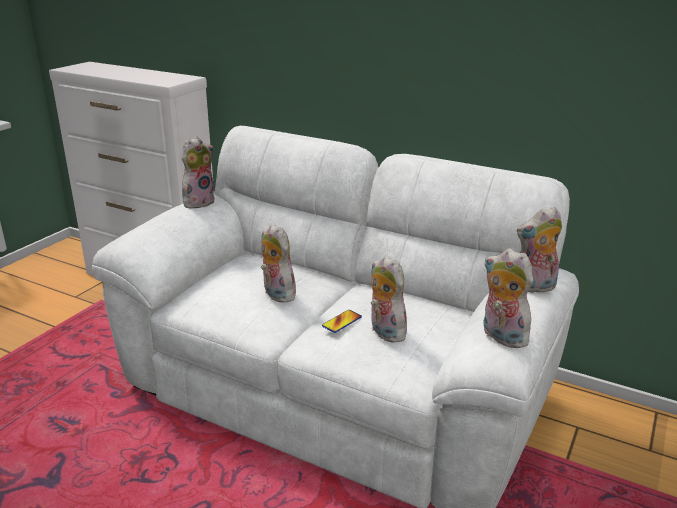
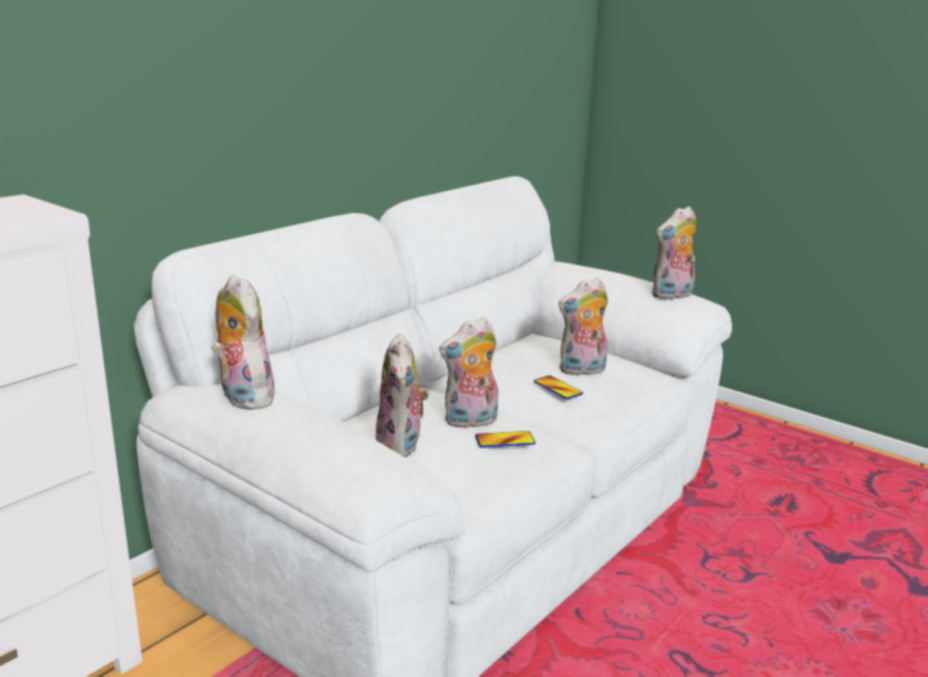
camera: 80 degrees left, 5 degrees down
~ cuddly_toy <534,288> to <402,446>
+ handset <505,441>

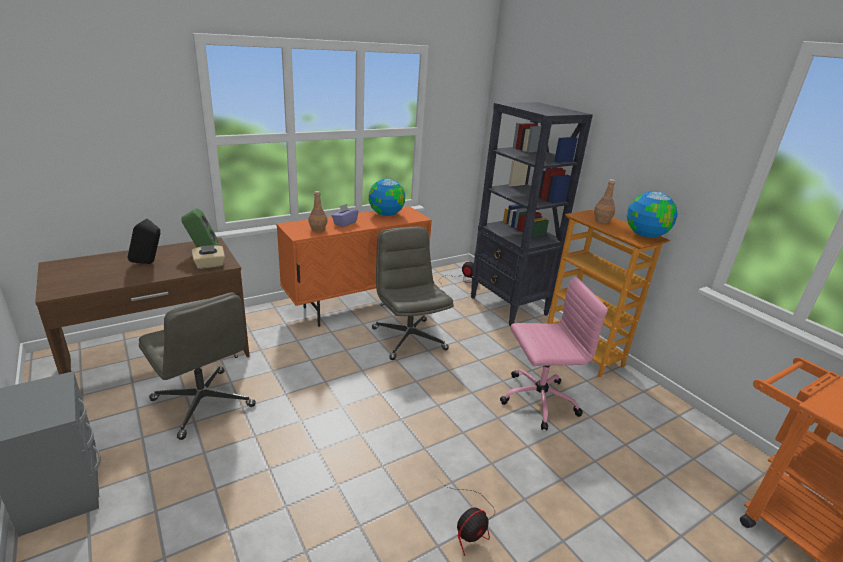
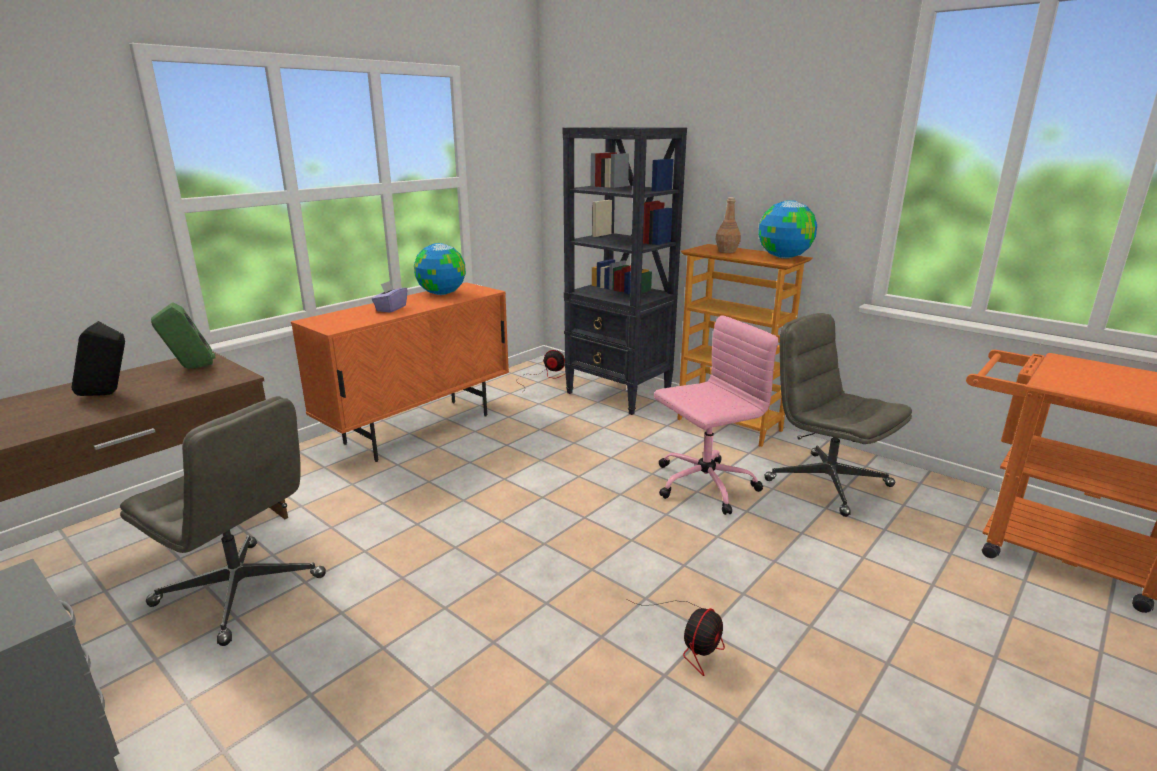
camera: 15 degrees left, 5 degrees down
- brown_drink_bottle <317,229>
~ gray_office_chair <408,338> to <826,482>
- beige-coloured_tissue_box <209,265>

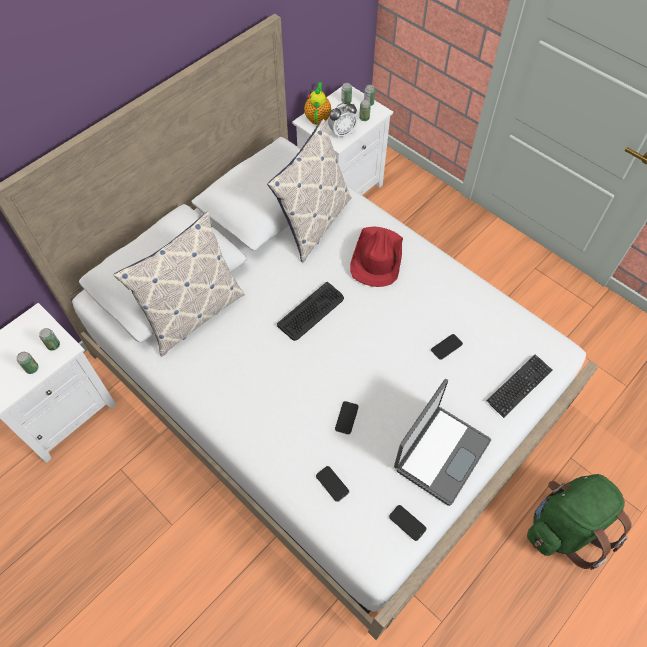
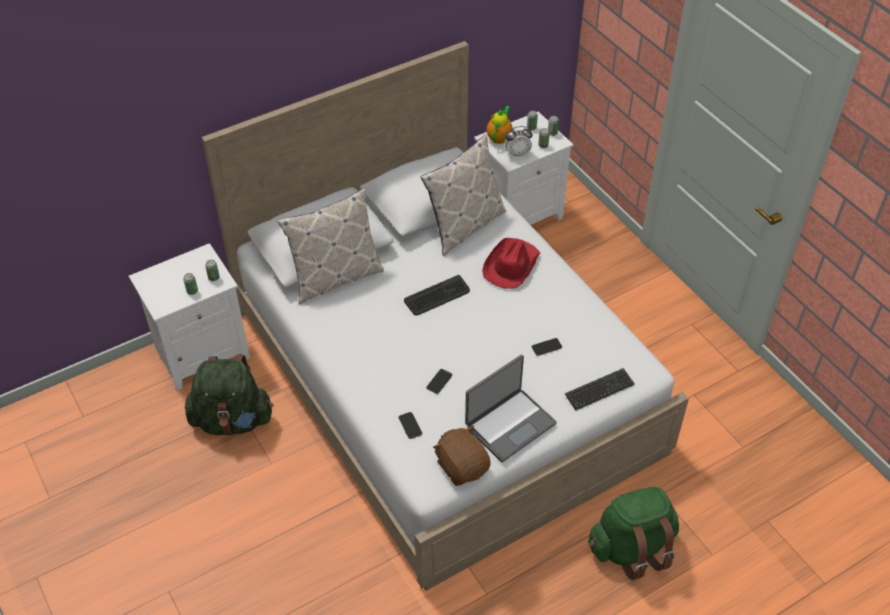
camera: 15 degrees right, 10 degrees down
~ handset <407,523> to brown_cuddly_toy <462,466>
+ green-coloured_rucksack <232,420>

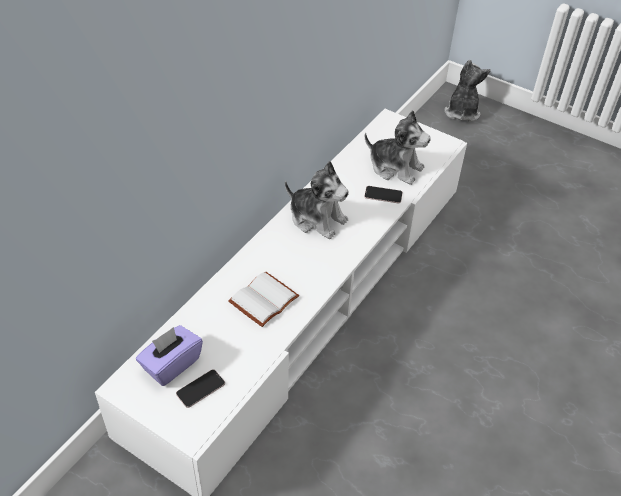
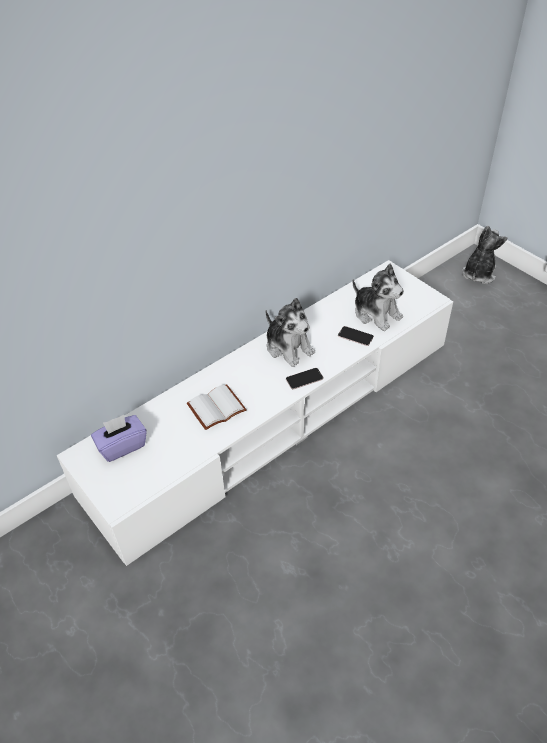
camera: 20 degrees right, 0 degrees up
~ handset <200,389> to <304,379>

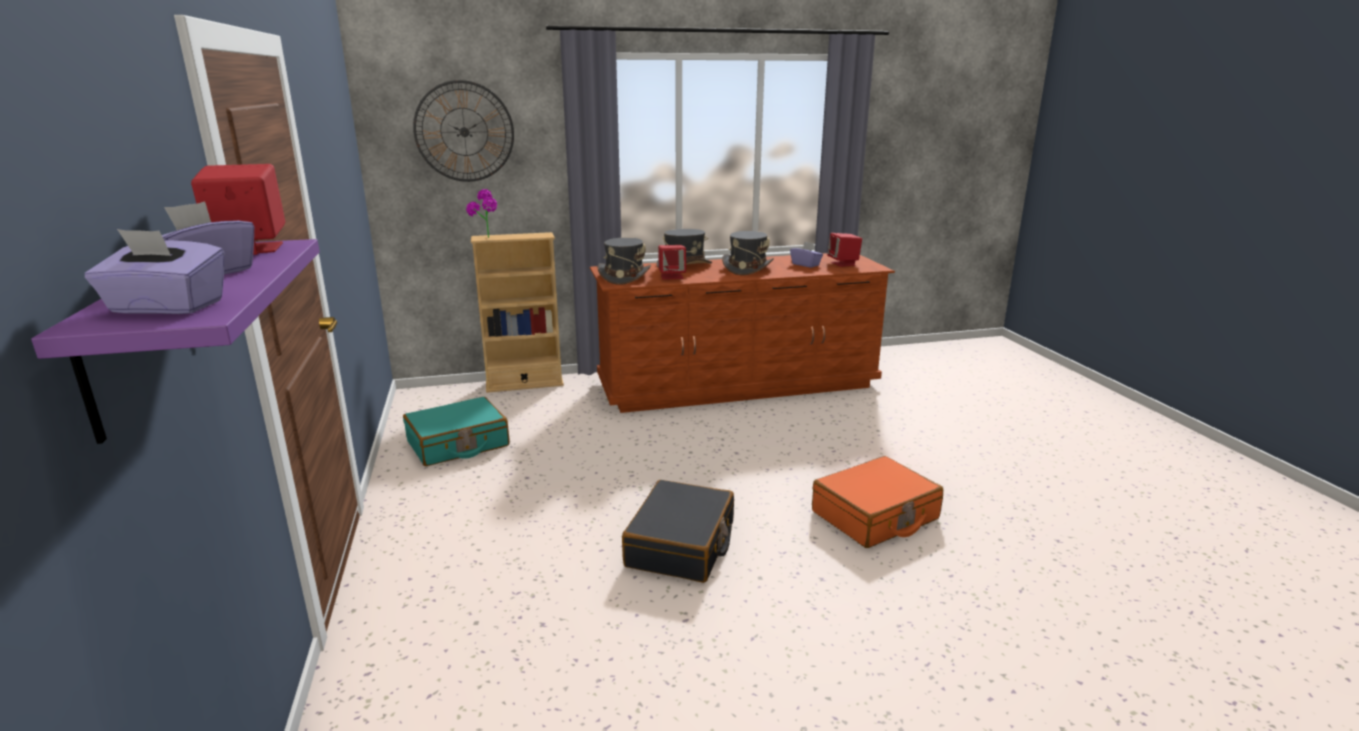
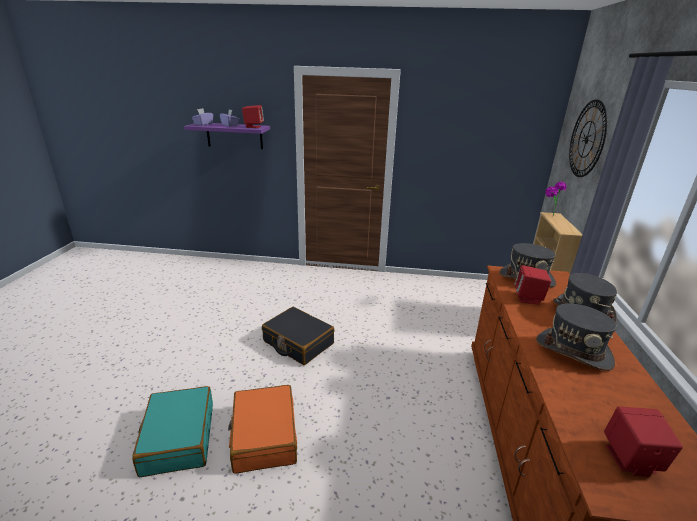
camera: 110 degrees right, 5 degrees up
- purple-coloured_tissue_box <806,264>
~ blue-green_piece_of_luggage <458,444> to <178,438>

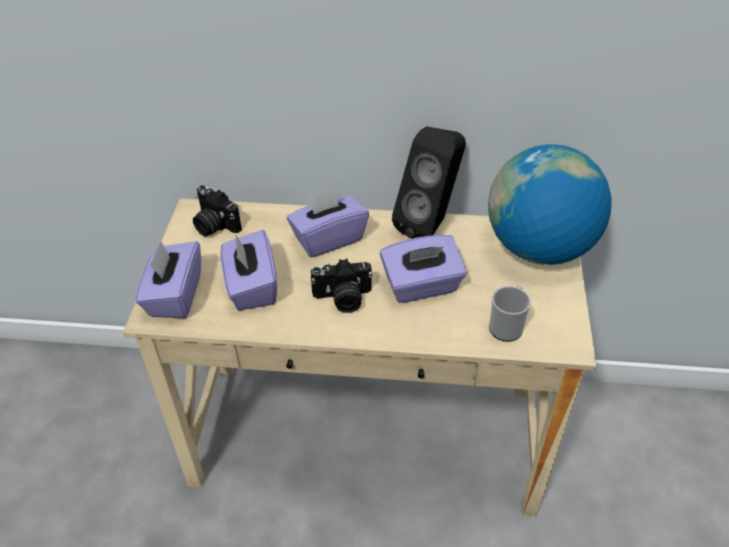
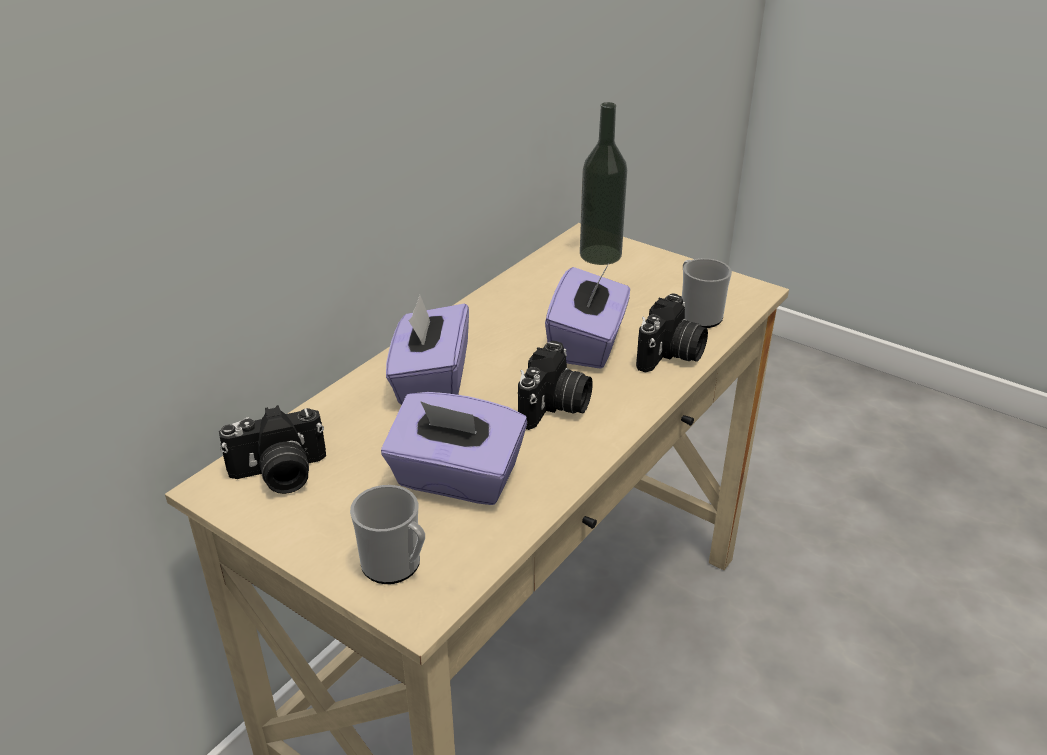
camera: 60 degrees left, 10 degrees down
- black-coloured_loudspeaker <430,225>
~ globe <539,248> to drink_bottle <600,255>
~ purple-coloured_tissue_box <174,296> to coffee_mug <396,566>
+ still_camera <671,355>

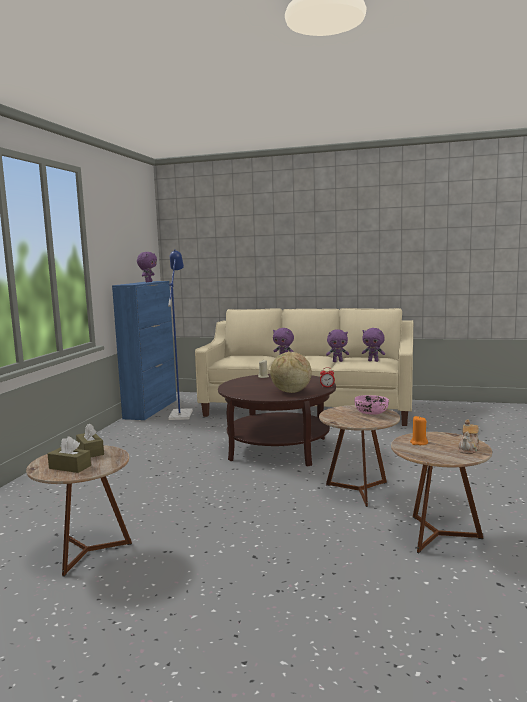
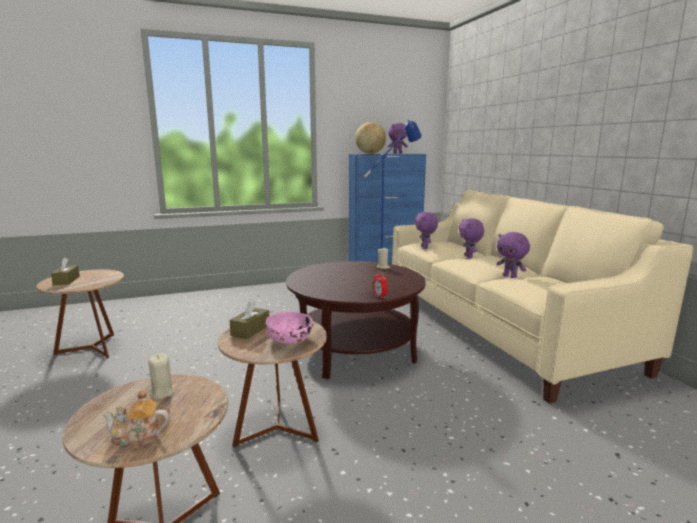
camera: 55 degrees right, 5 degrees up
~ purple-coloured_cuddly_toy <373,361> to <425,248>
~ globe <291,392> to <370,153>
~ orangey_candle <418,443> to beige-coloured_candle <162,392>
~ brown_tissue_box <90,451> to <250,330>

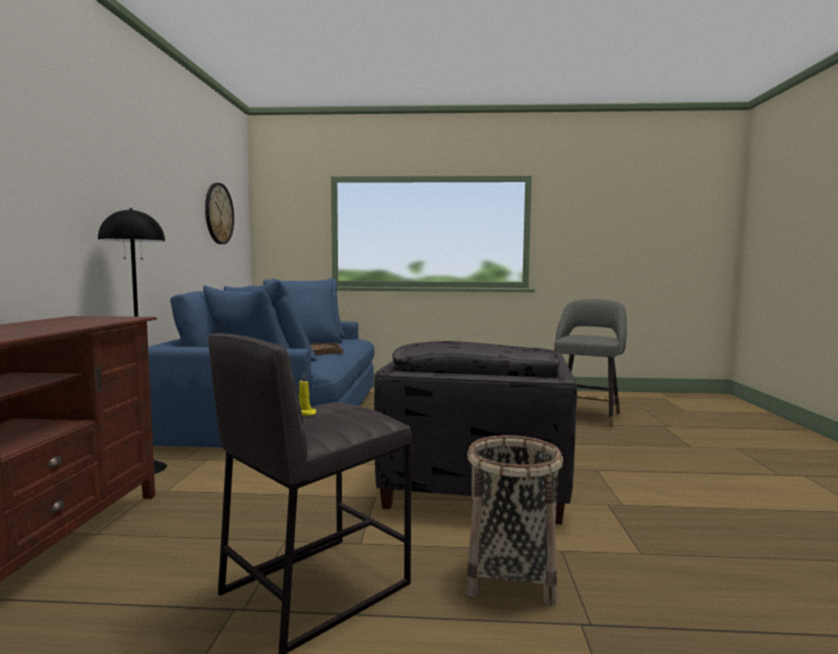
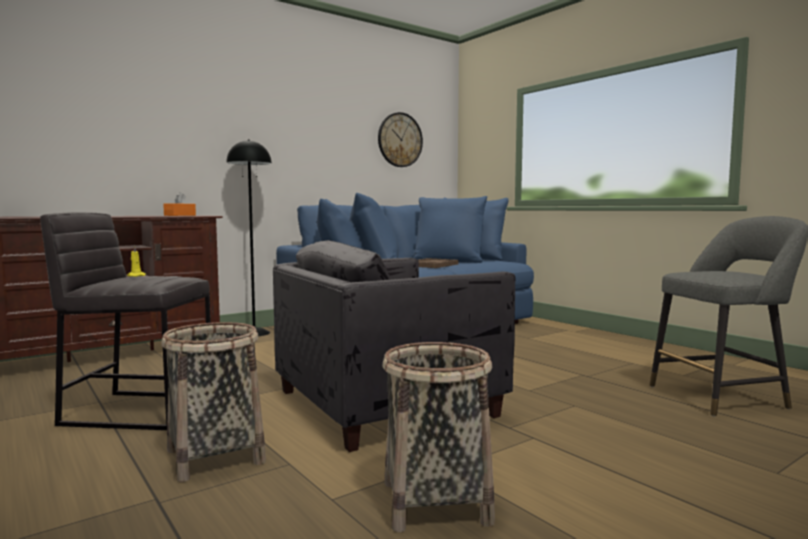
camera: 50 degrees right, 0 degrees up
+ orangey_tissue_box <180,215>
+ household_basket <435,502>

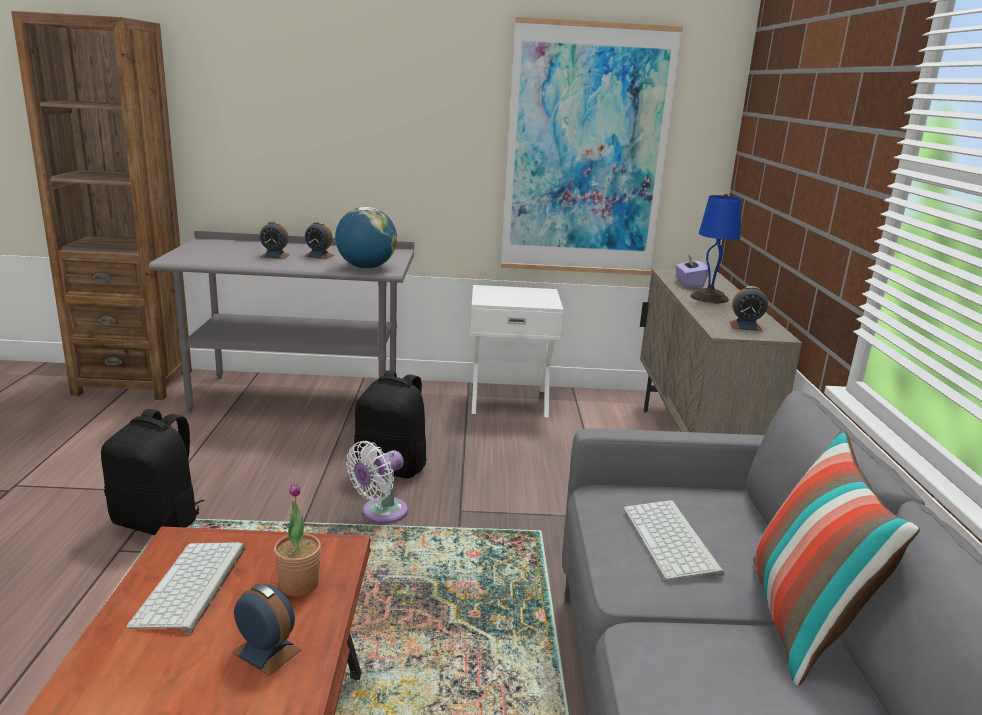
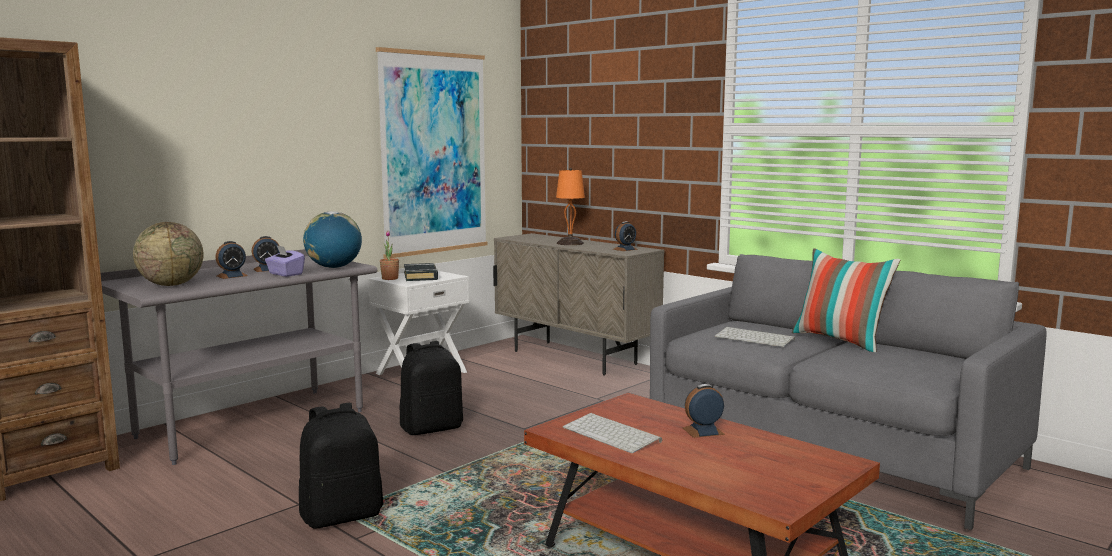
camera: 45 degrees left, 10 degrees down
~ bluish_table_lamp <708,298> to orangey_table_lamp <569,243>
~ purple-coloured_tissue_box <689,283> to <285,274>
- white-coloured_electric_fan <380,513>
~ potted_plant <299,585> to <390,278>
+ globe <171,285>
+ black-coloured_book <421,276>

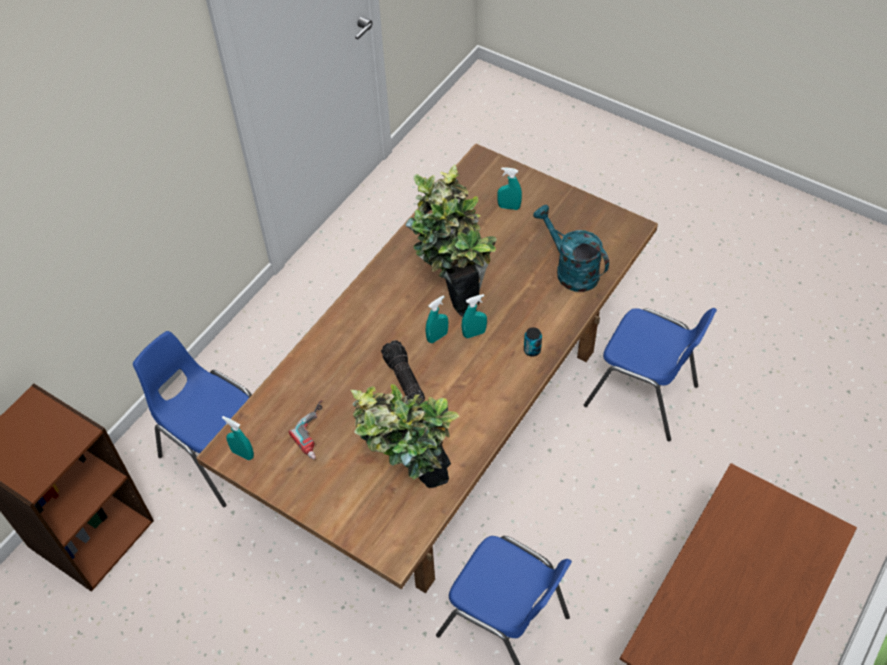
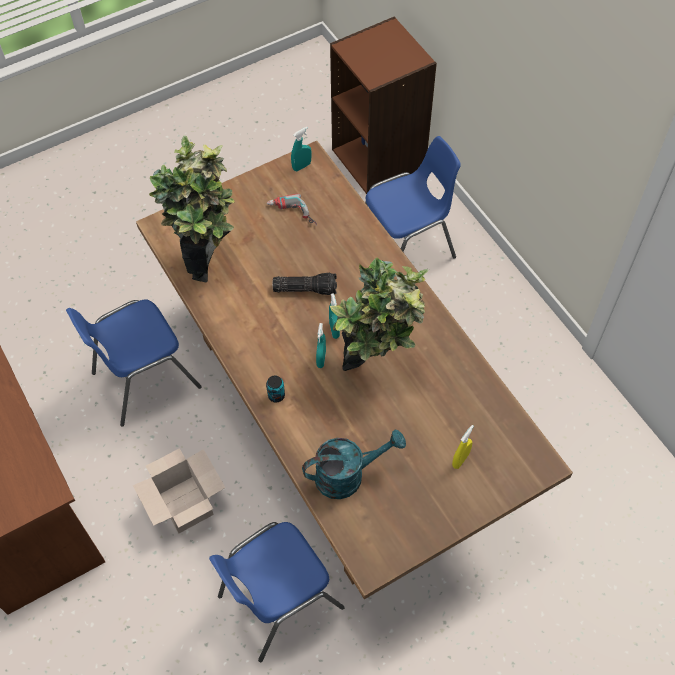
camera: 115 degrees right, 5 degrees up
~ blue-green_spray_bottle <509,207> to yellow-coloured_spray_bottle <460,460>
+ cardboard_box <187,505>

